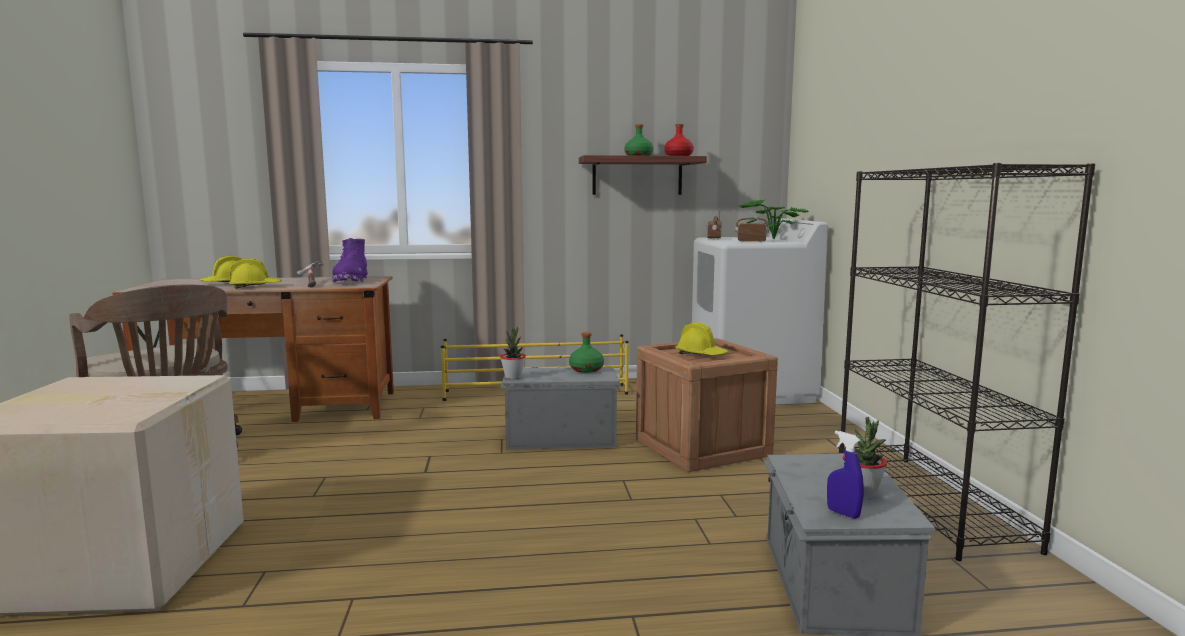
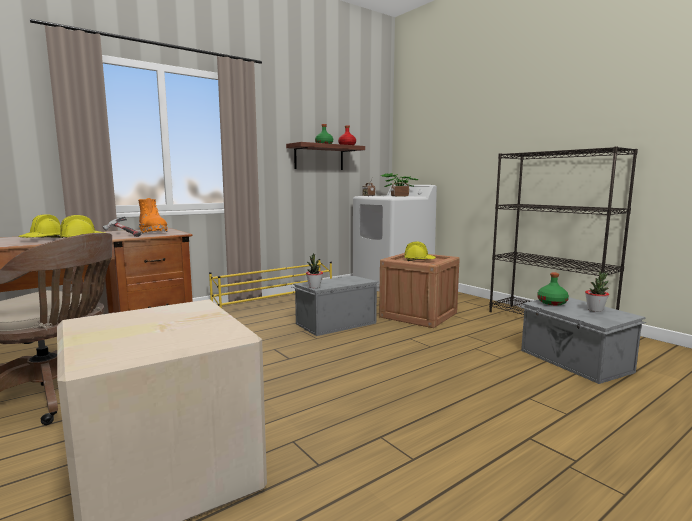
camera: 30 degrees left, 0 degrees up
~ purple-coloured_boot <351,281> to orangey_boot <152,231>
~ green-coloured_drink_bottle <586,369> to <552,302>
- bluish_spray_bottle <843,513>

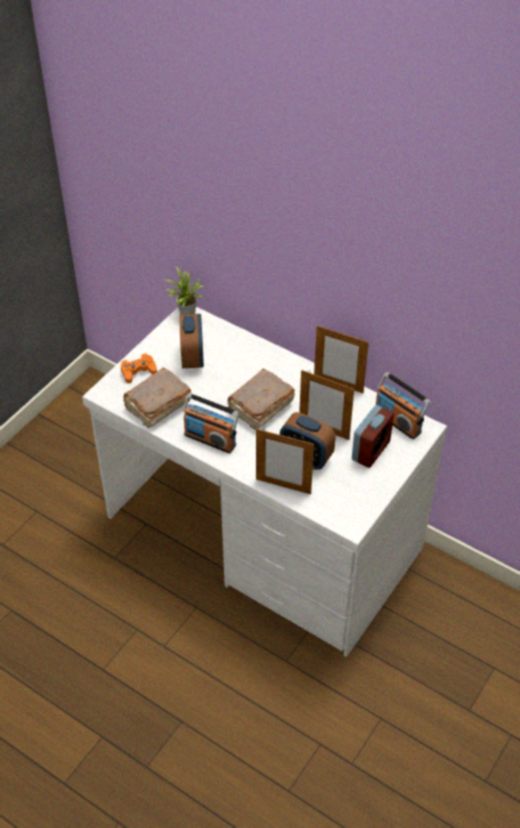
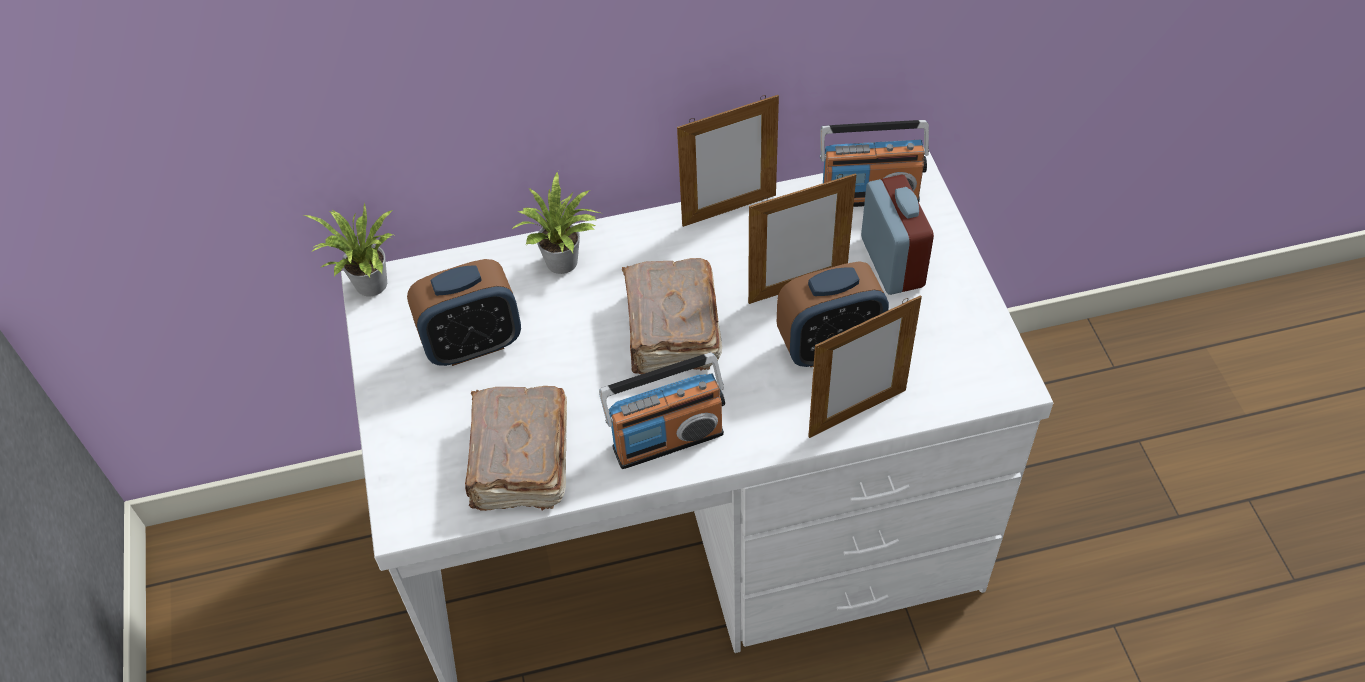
camera: 45 degrees left, 5 degrees up
~ table_clock <192,358> = <473,344> 120 degrees clockwise
- orangey_game_controller <138,371>
+ potted_plant <565,264>

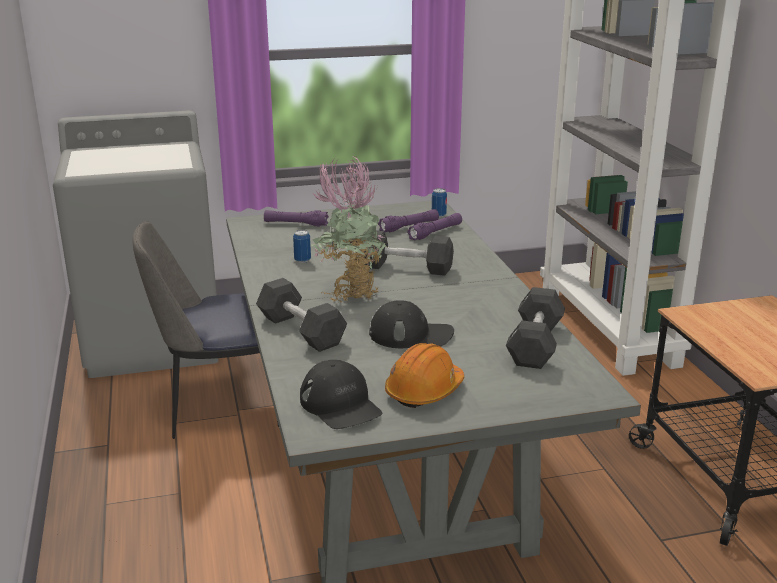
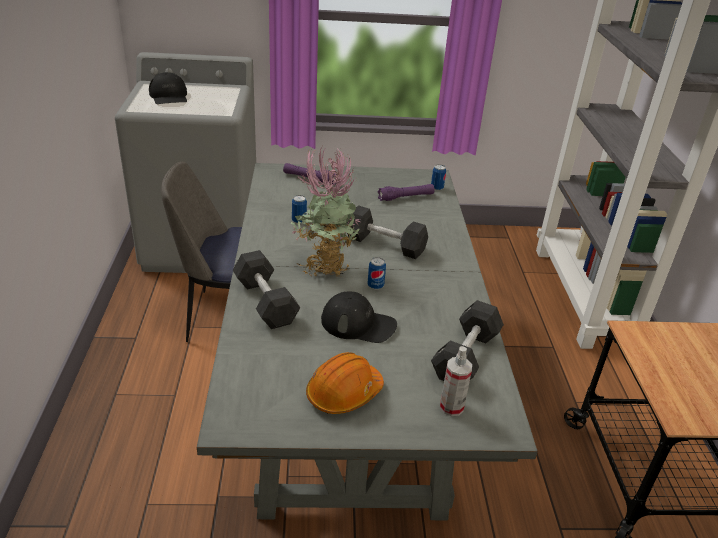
camera: 10 degrees right, 10 degrees up
- purple-coloured_hand_torch <435,232>
~ black-coloured_peaked_cap <340,405> to <169,96>
+ can <375,286>
+ spray_bottle <451,407>

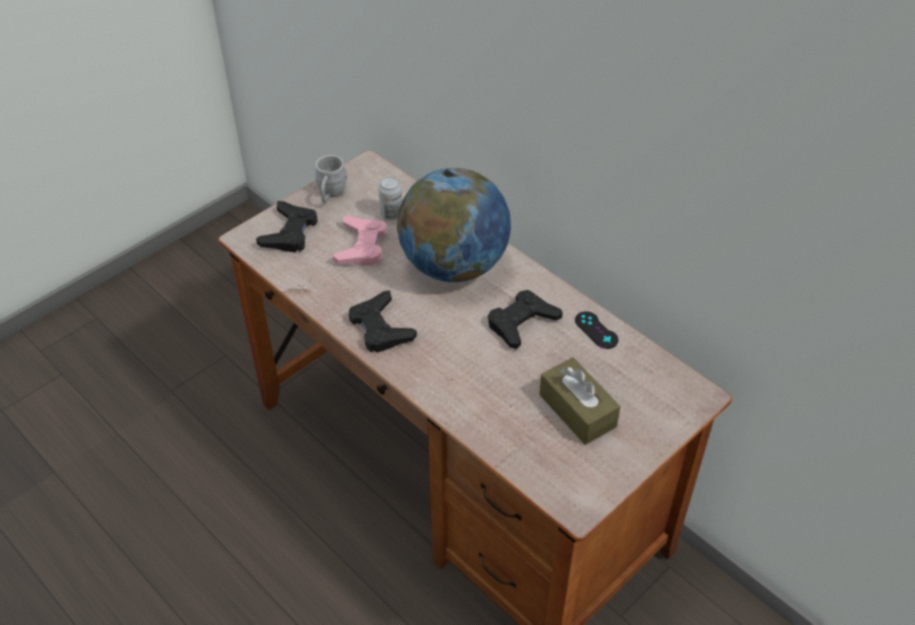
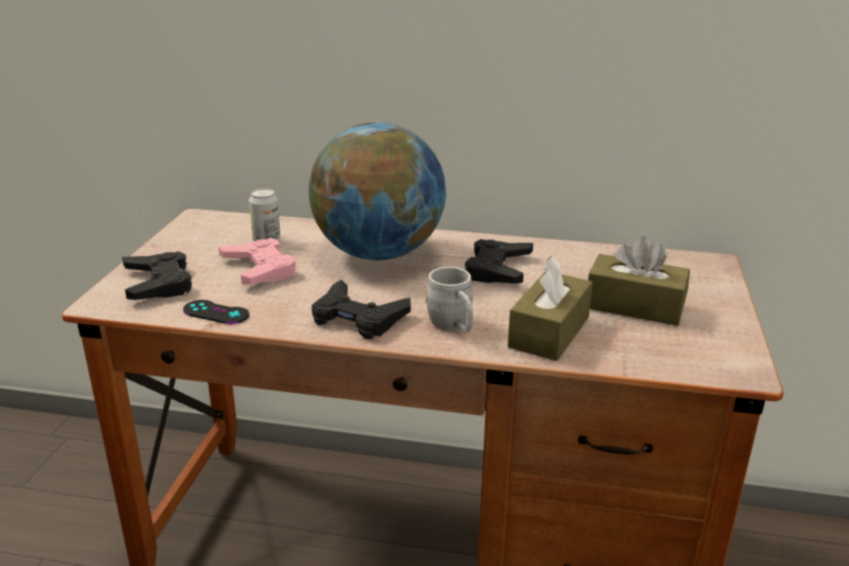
camera: 35 degrees left, 20 degrees down
~ gray_coffee_mug <330,194> to <453,326>
~ black-coloured_game_controller <596,330> to <216,312>
+ brown_tissue_box <549,332>

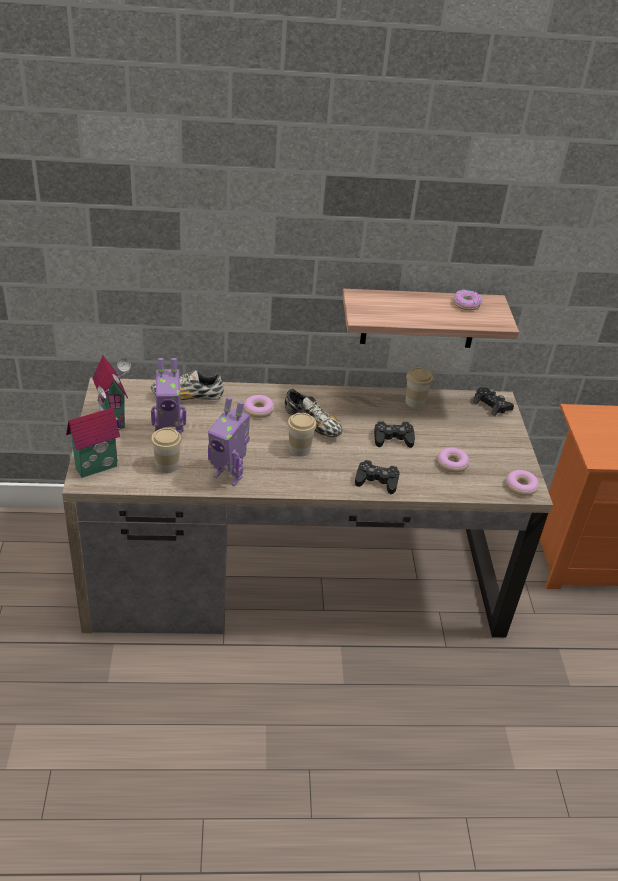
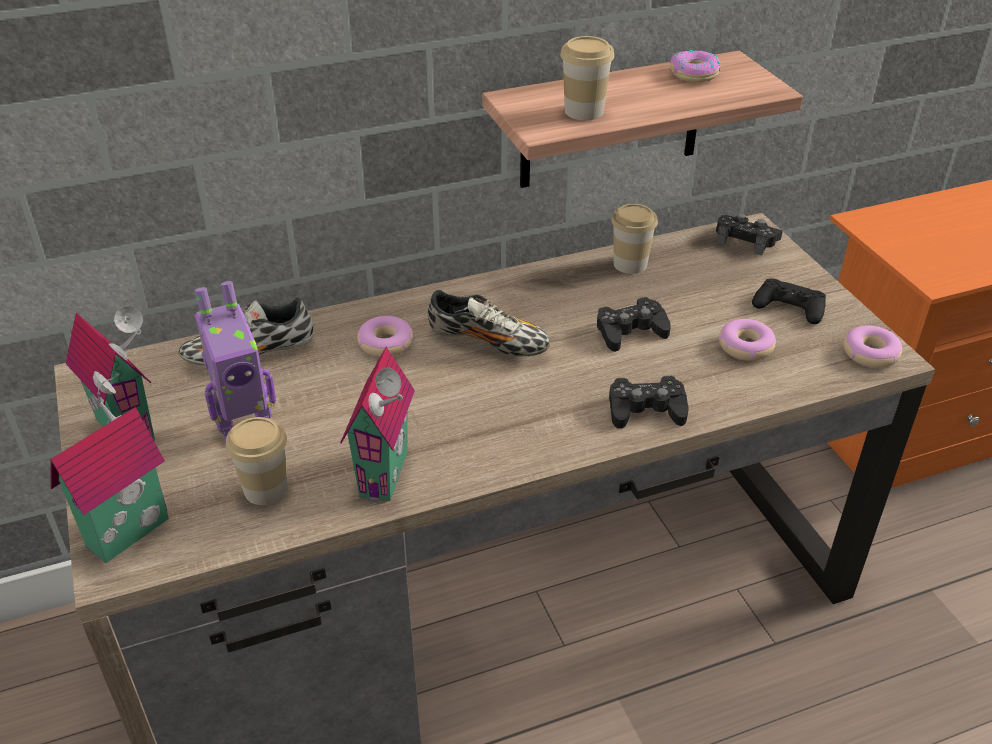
camera: 15 degrees left, 0 degrees up
~ toy_robot <229,475> to toy_house <389,475>
~ drinking_cup <299,449> to <584,111>
+ black-coloured_game_controller <789,307>

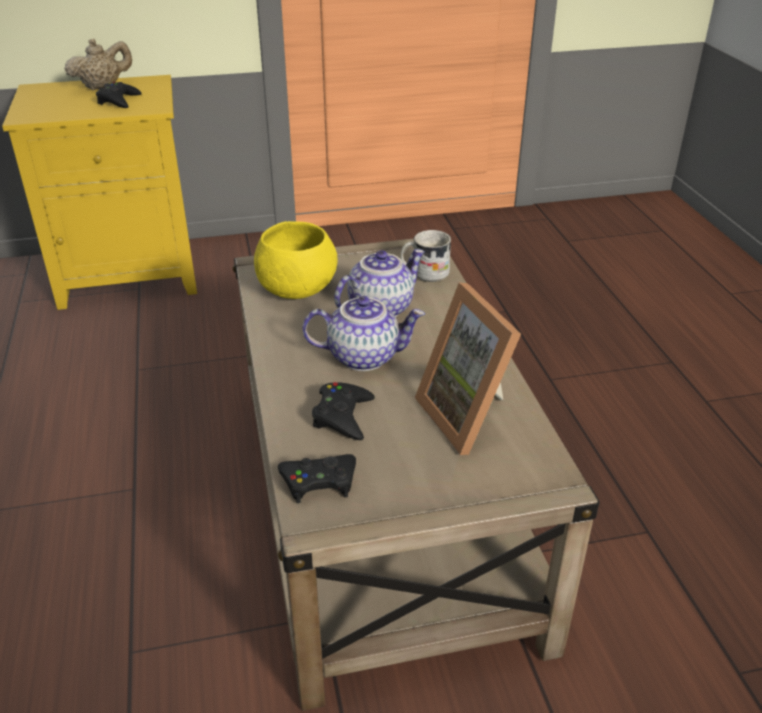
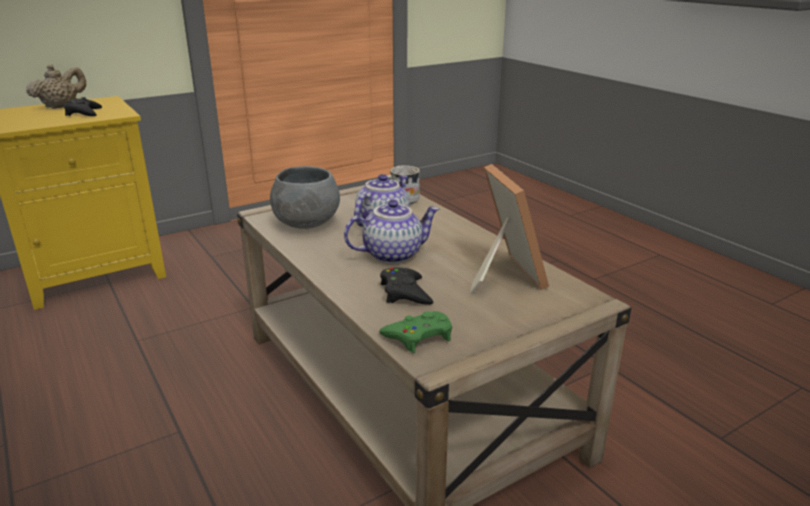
camera: 20 degrees left, 10 degrees down
~ yellow-coloured_bowl <296,290> to gray_bowl <306,224>
~ photo_frame <471,416> = <502,275> 150 degrees counterclockwise
~ black-coloured_game_controller <319,481> to green-coloured_game_controller <419,336>

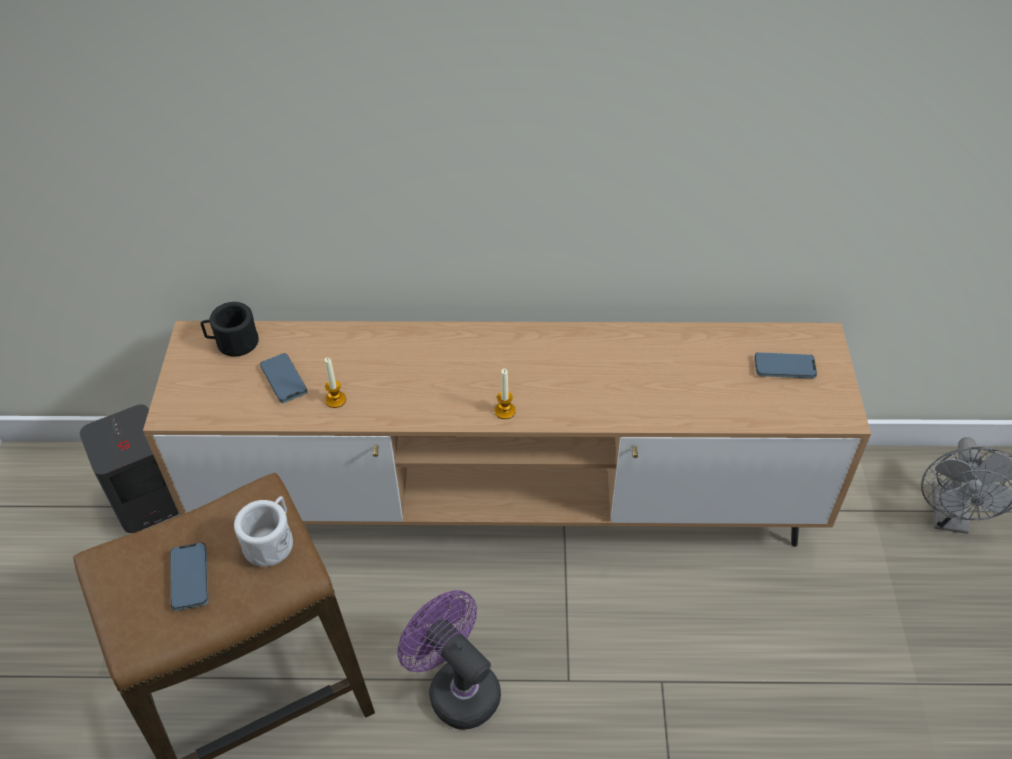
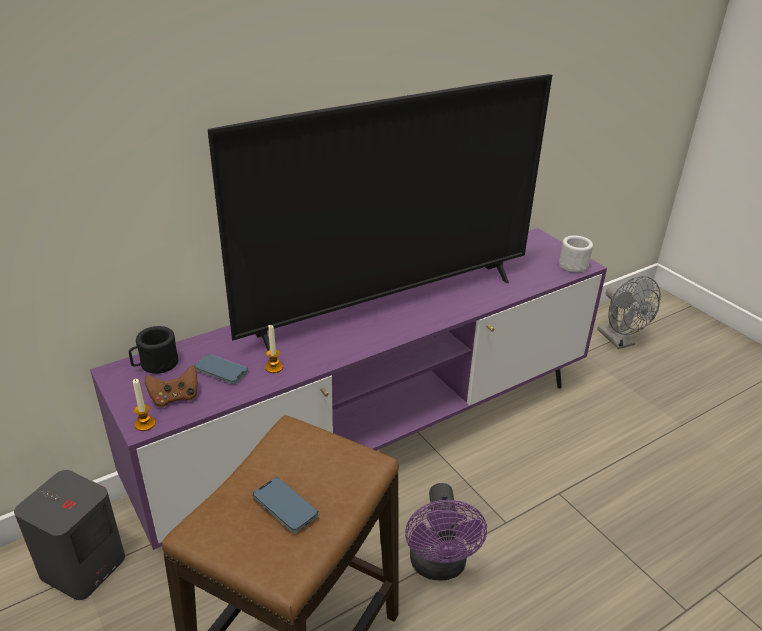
camera: 35 degrees left, 15 degrees down
~ brown_tv_unit <507,505> to purple-coloured_tv_unit <376,441>
- handset <784,367>
~ candle <505,411> to <145,424>
~ white-coloured_coffee_mug <271,540> to <571,263>
~ purple-coloured_electric_fan <456,687> = <439,566> 105 degrees counterclockwise
+ television <389,306>
+ brown_game_controller <175,398>

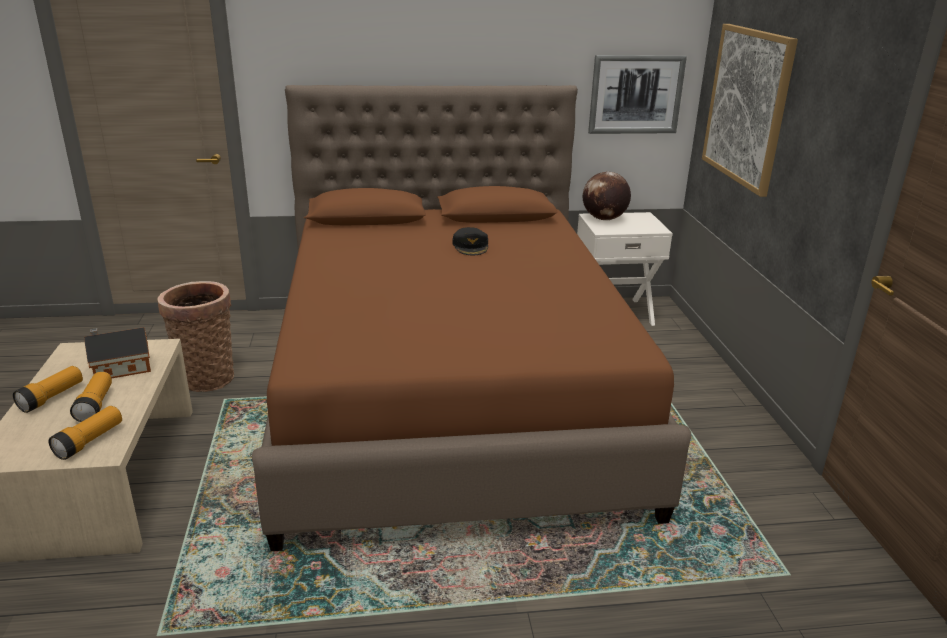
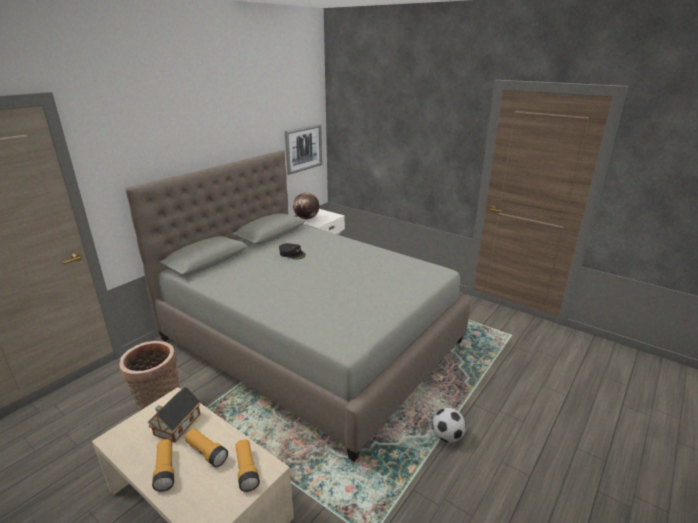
camera: 45 degrees left, 0 degrees up
- picture <747,106>
~ brown_sleeping_bed <451,394> to gray_sleeping_bed <311,340>
+ football_ball <447,436>

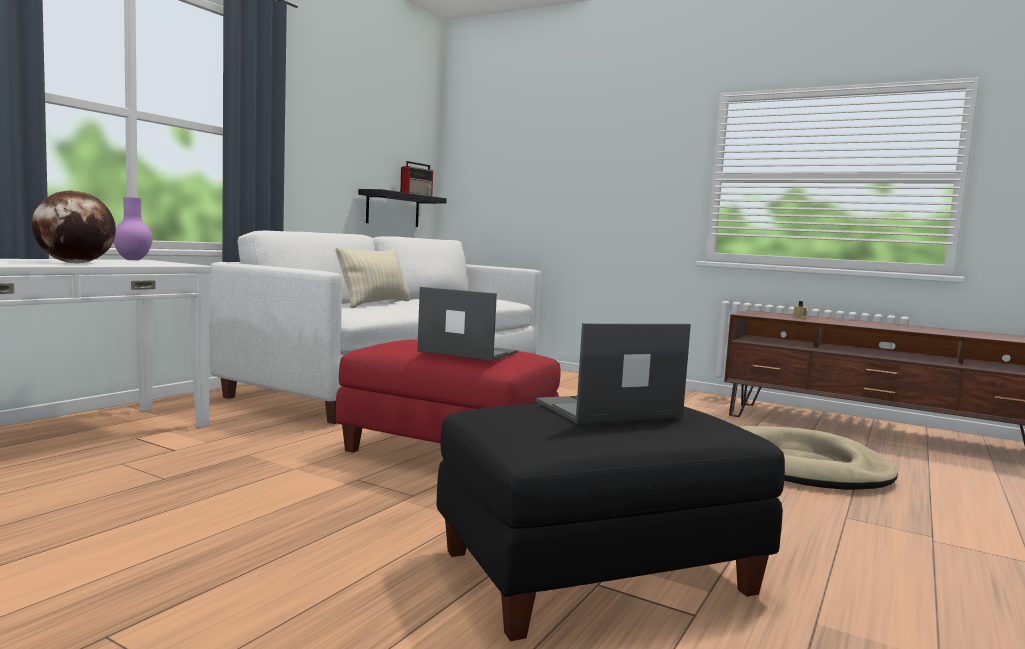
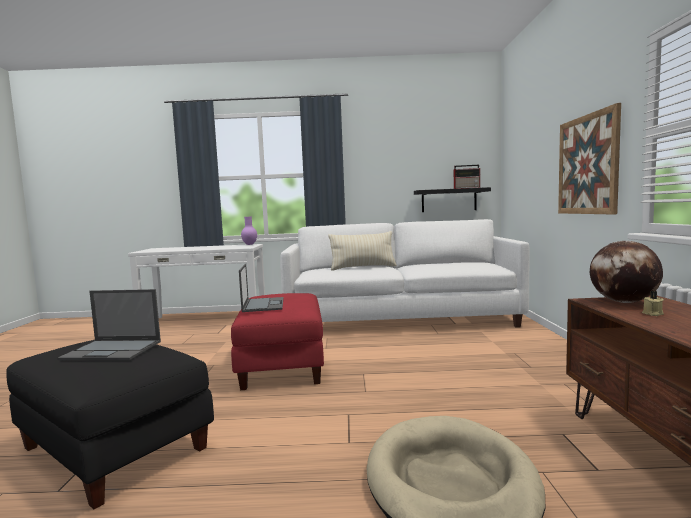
camera: 60 degrees right, 0 degrees up
~ globe <76,263> to <623,302>
~ portable_computer <606,409> = <113,350> 150 degrees clockwise
+ picture <587,165>

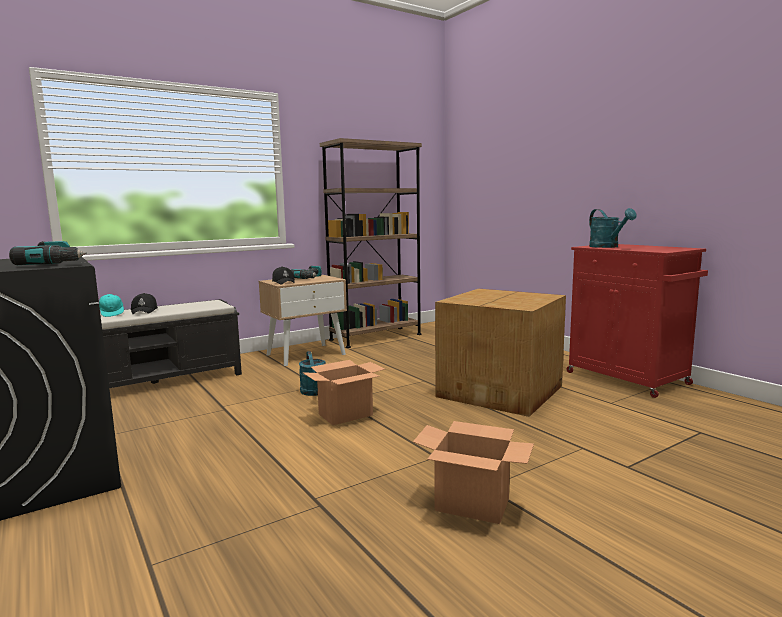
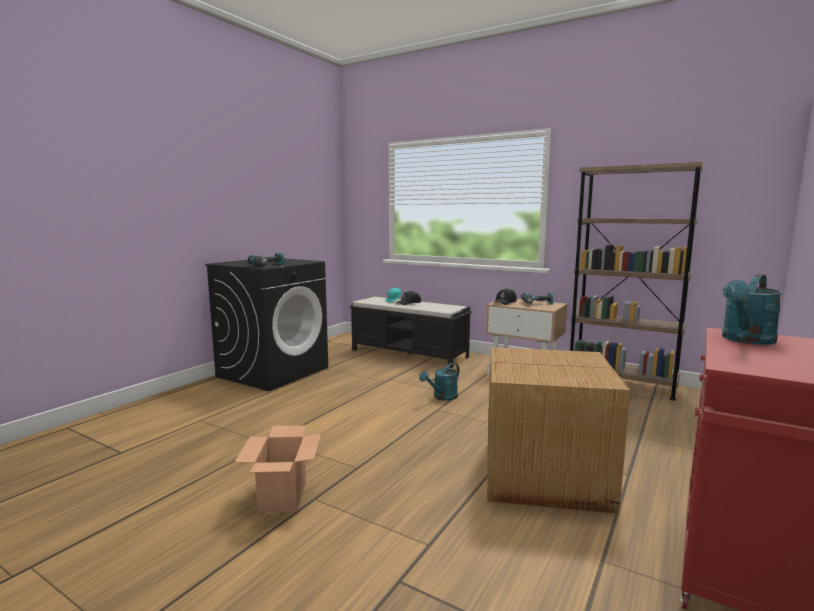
camera: 65 degrees right, 0 degrees up
- cardboard_box <346,415>

